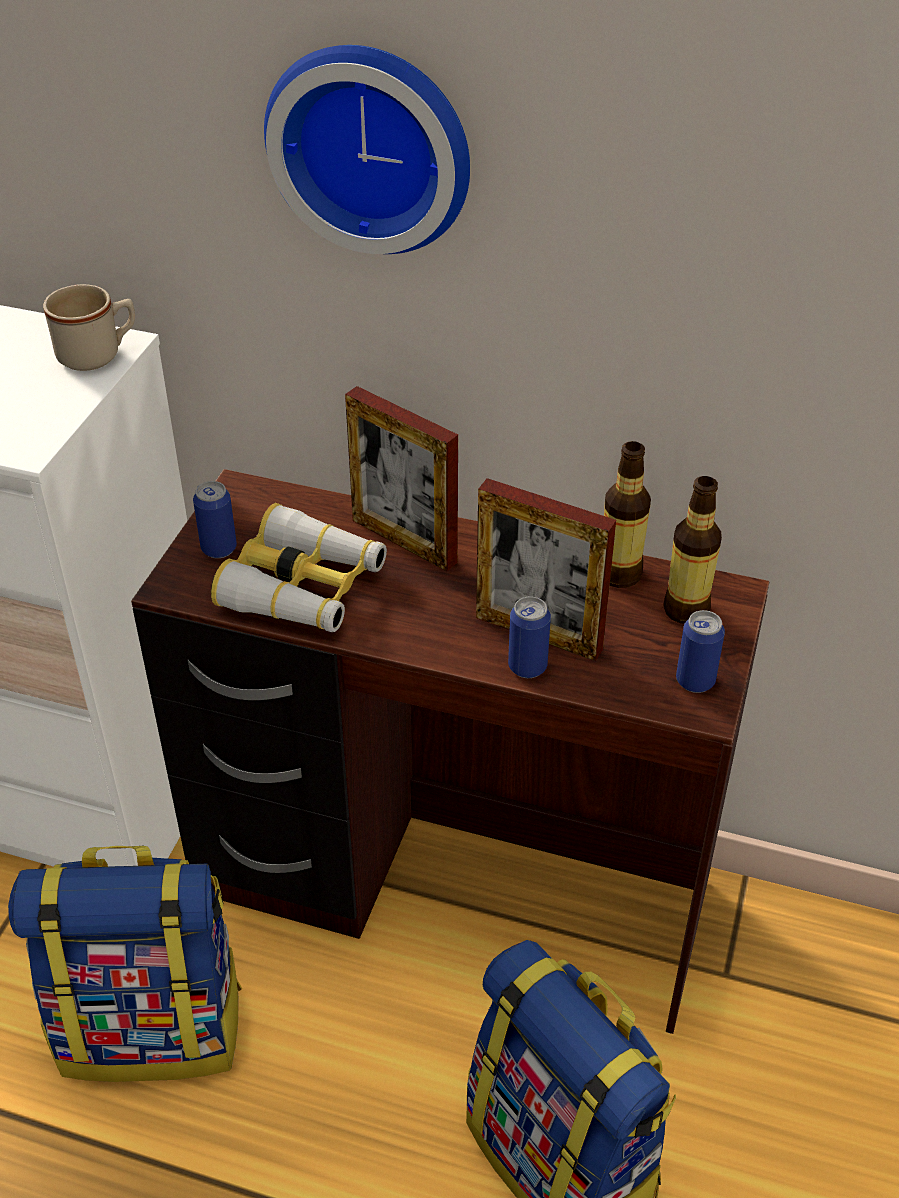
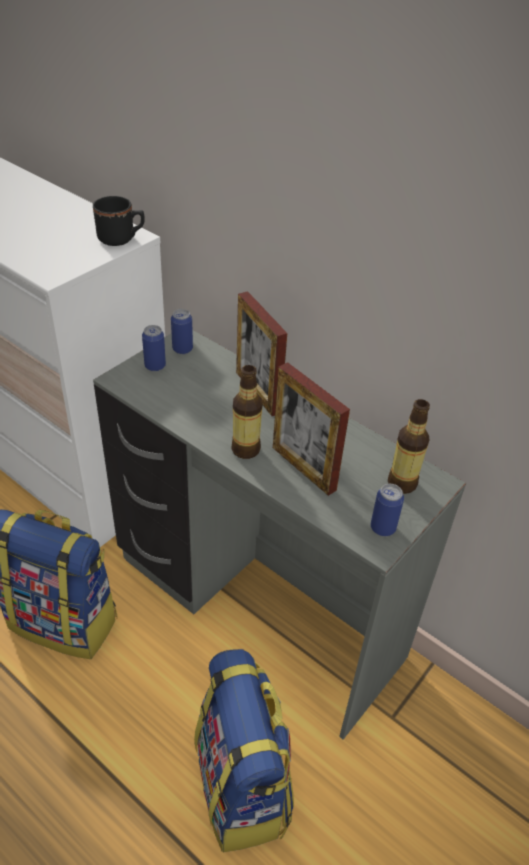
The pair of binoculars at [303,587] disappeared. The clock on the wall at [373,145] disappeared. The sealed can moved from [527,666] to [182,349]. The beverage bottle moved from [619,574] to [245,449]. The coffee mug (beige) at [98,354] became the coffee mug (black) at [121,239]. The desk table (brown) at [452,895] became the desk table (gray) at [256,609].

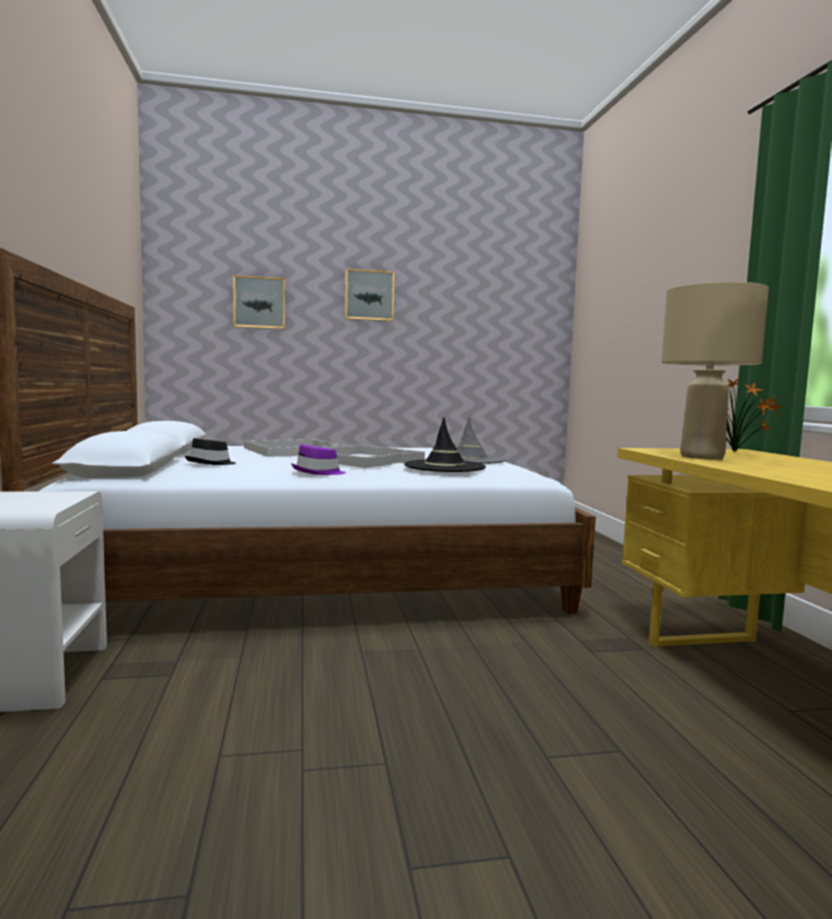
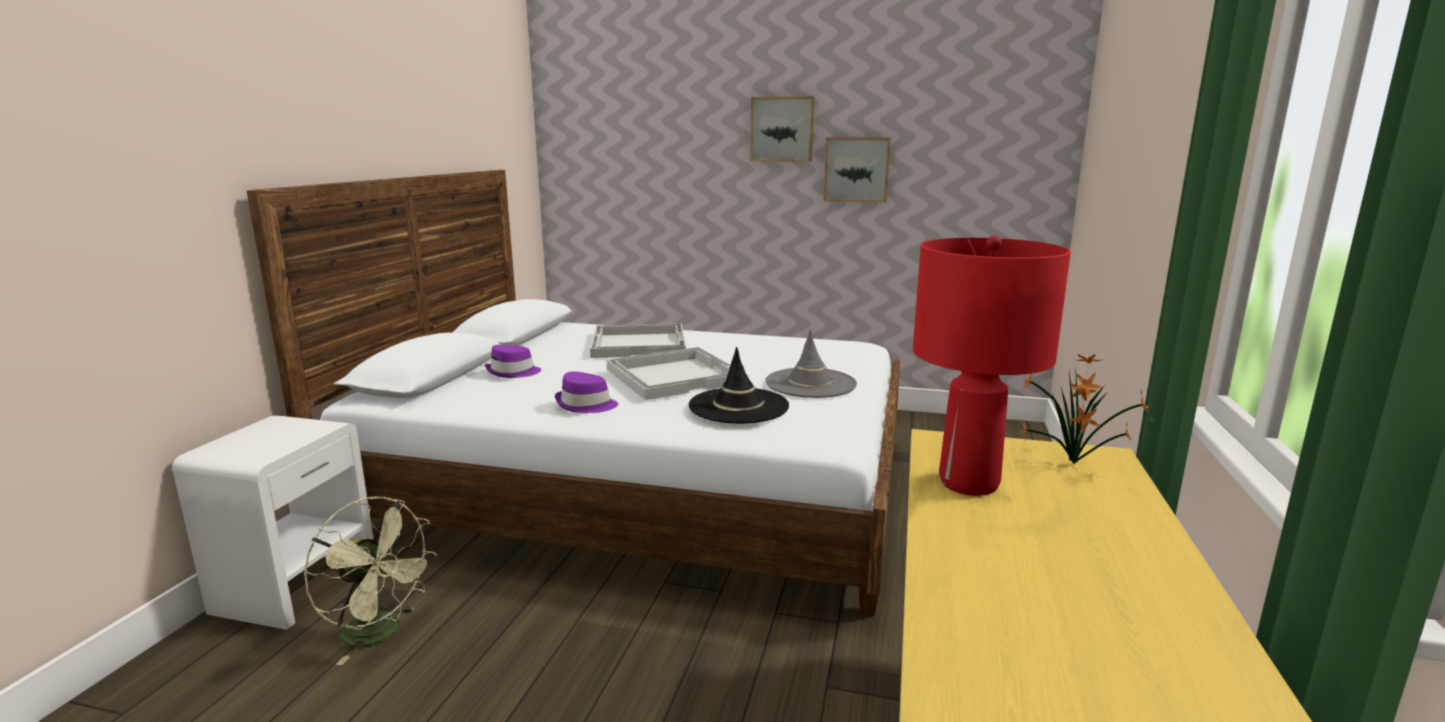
The cooling fan (greenish) at [381,634] appeared. The picture moved from [259,302] to [856,169]. The wearable hat (black) at [211,464] became the wearable hat (purple-coloured) at [513,372]. The tabletop lamp (beige) at [702,457] became the tabletop lamp (reddish) at [969,483].

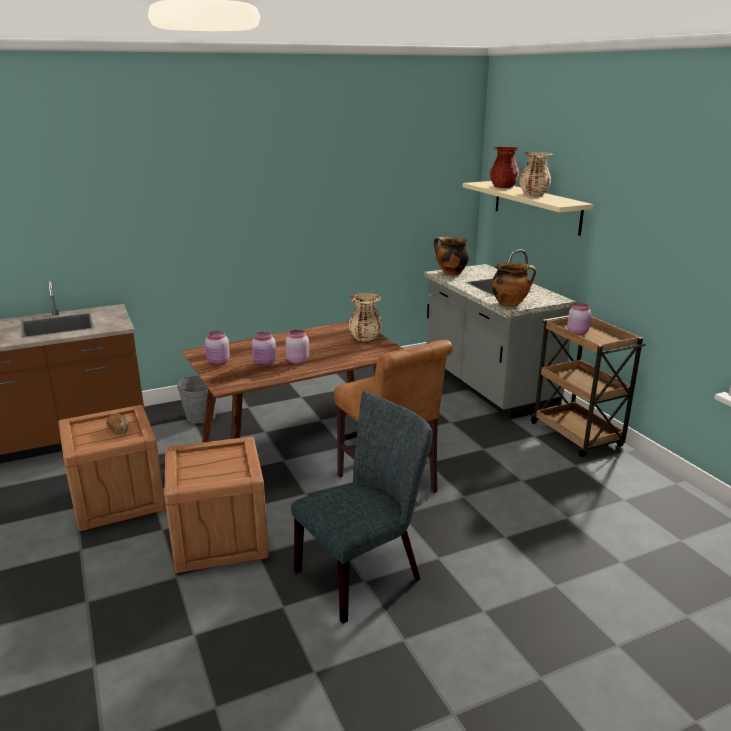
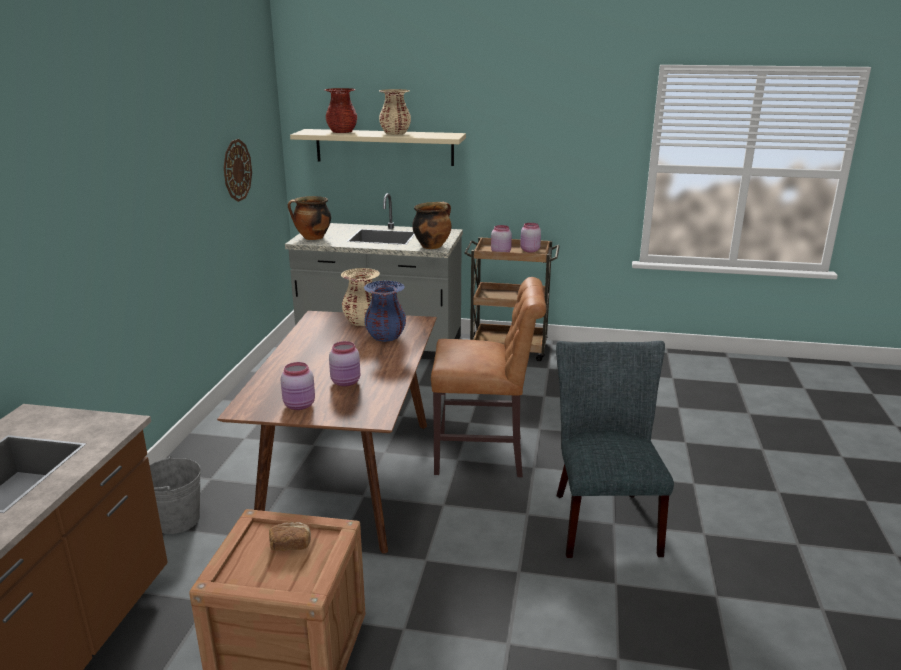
The packing crate at [220,538] disappeared. The clock on the wall at [237,170] appeared. The flower vase (bluish) at [386,337] appeared. The storage jar (pink-coloured) moved from [297,361] to [529,250].

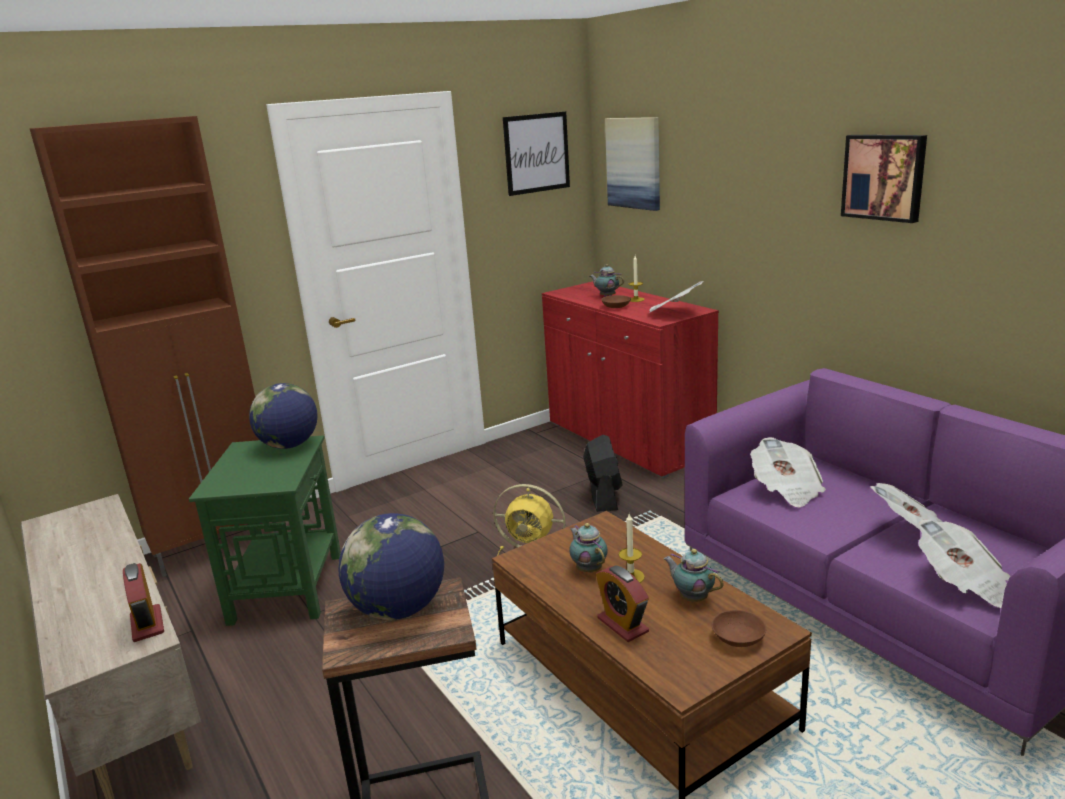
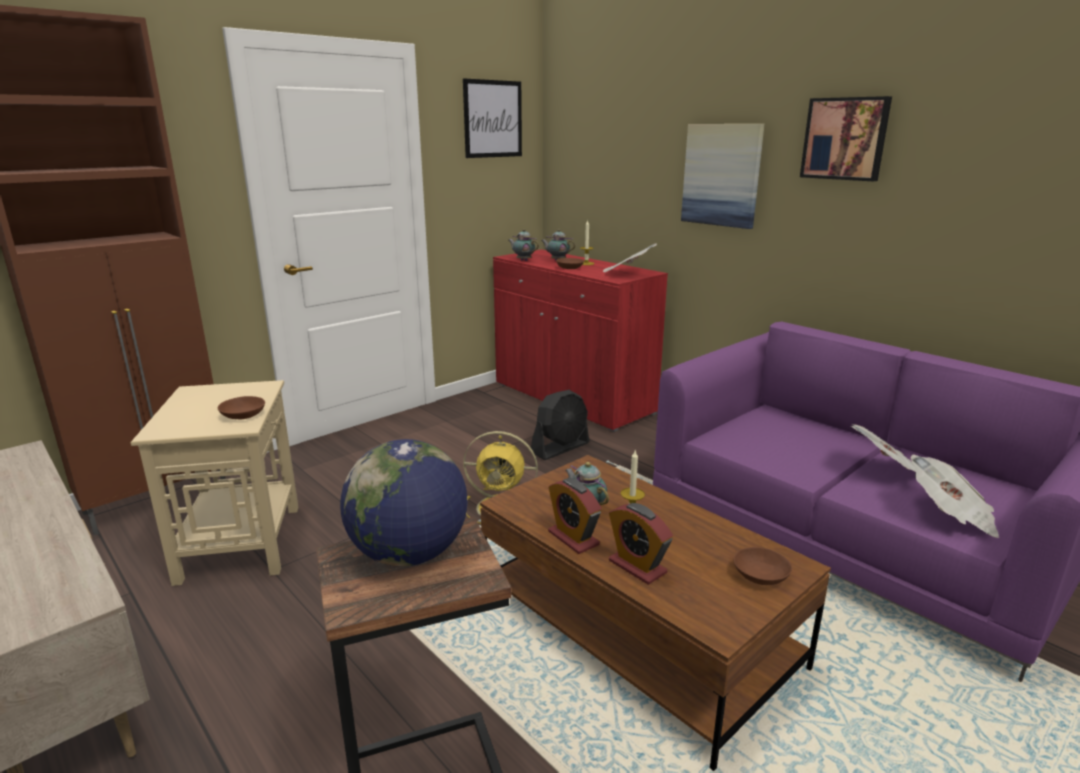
The desk globe at [289,445] disappeared. The daily paper at [786,489] disappeared. The bowl (brown) at [242,416] appeared. The bedside clock moved from [147,624] to [573,538]. The picture moved from [634,163] to [722,175]. The pot for tea moved from [692,597] to [523,260]. The accent table (greenish) at [287,586] became the accent table (beige) at [241,542]. The cooling fan (black) at [604,496] turned 60 degrees clockwise.

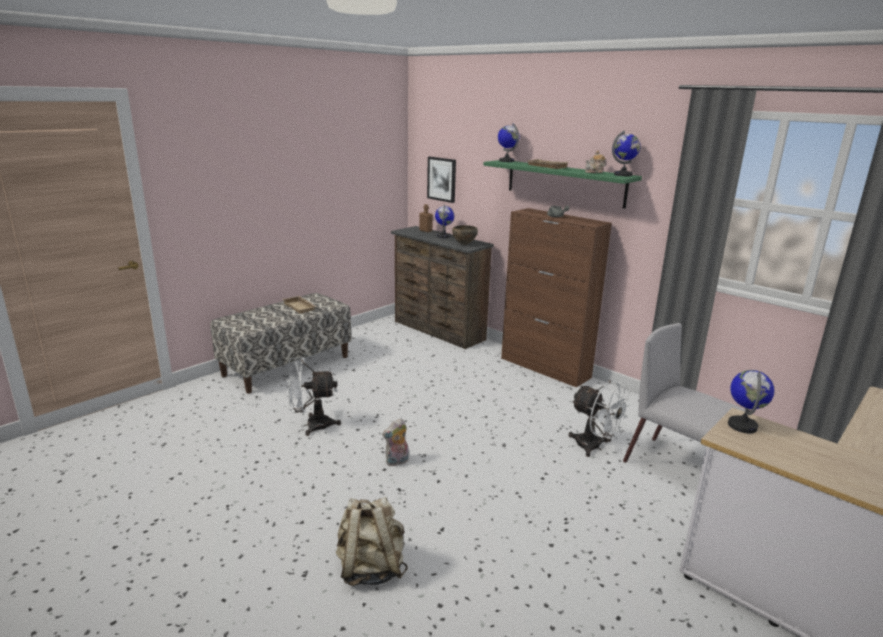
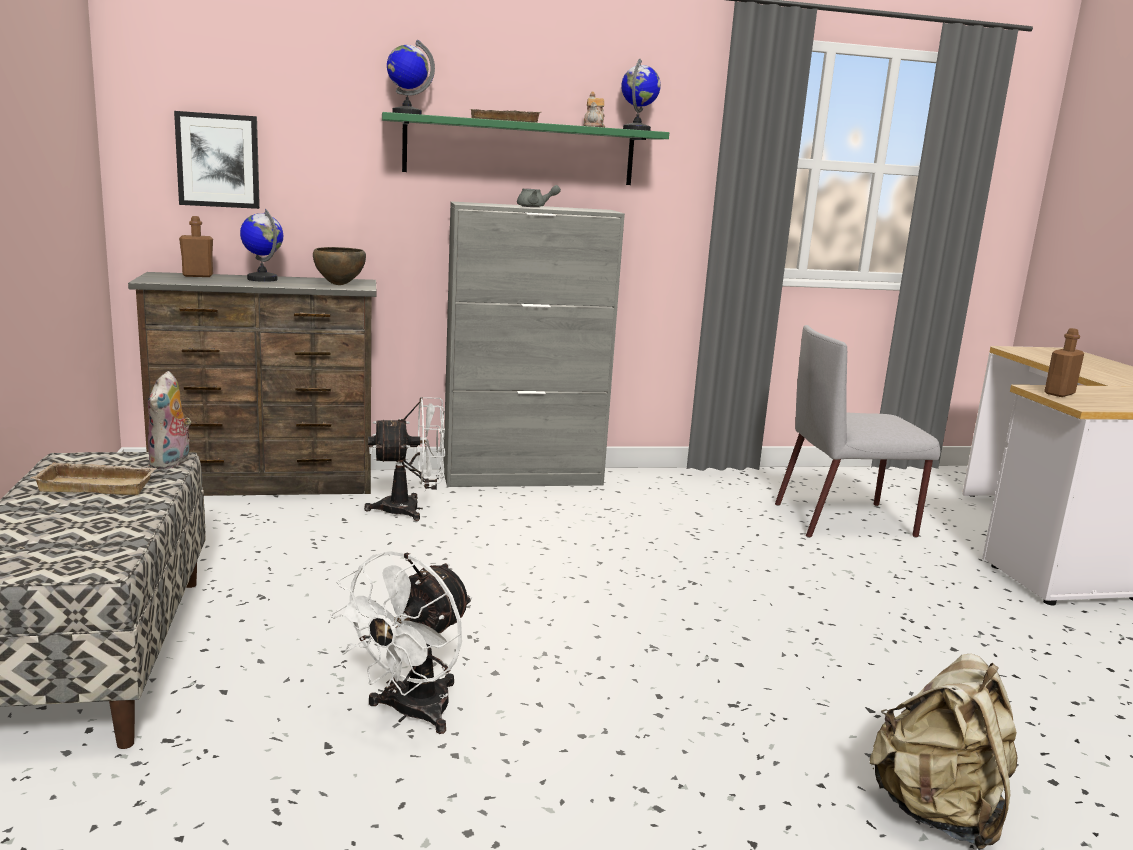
The plush toy moved from [397,462] to [171,463]. The cooling fan (white) moved from [594,447] to [411,509]. The desk globe at [742,426] was replaced by the beverage bottle (brown) at [1059,394]. The cupboard (brown) at [545,368] became the cupboard (gray) at [523,478].

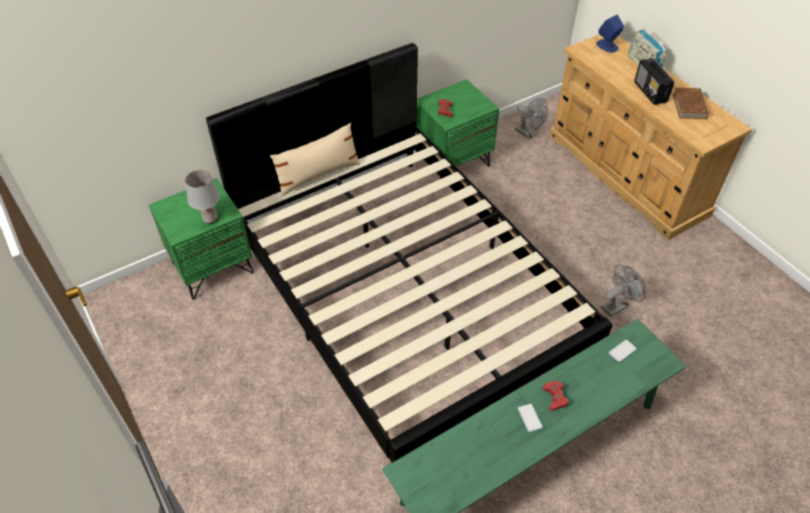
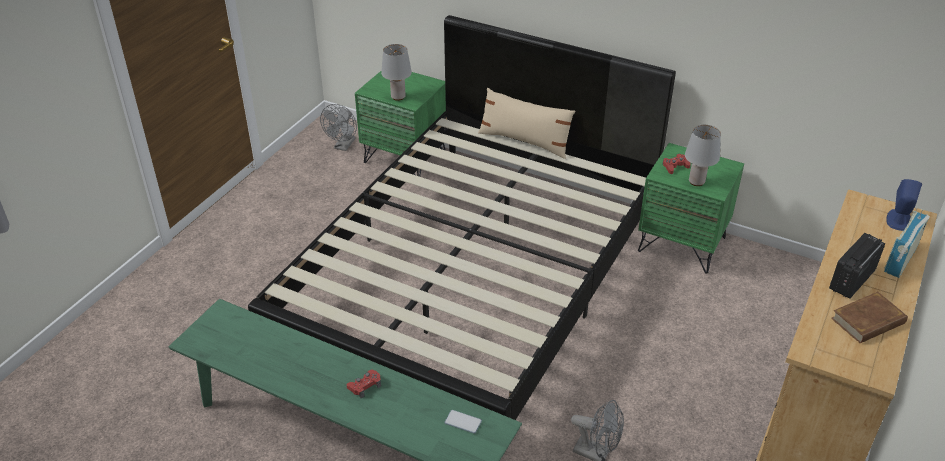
The phone at [529,418] disappeared. The tabletop lamp (gray) at [697,182] appeared. The cooling fan (gray) moved from [528,134] to [343,146].

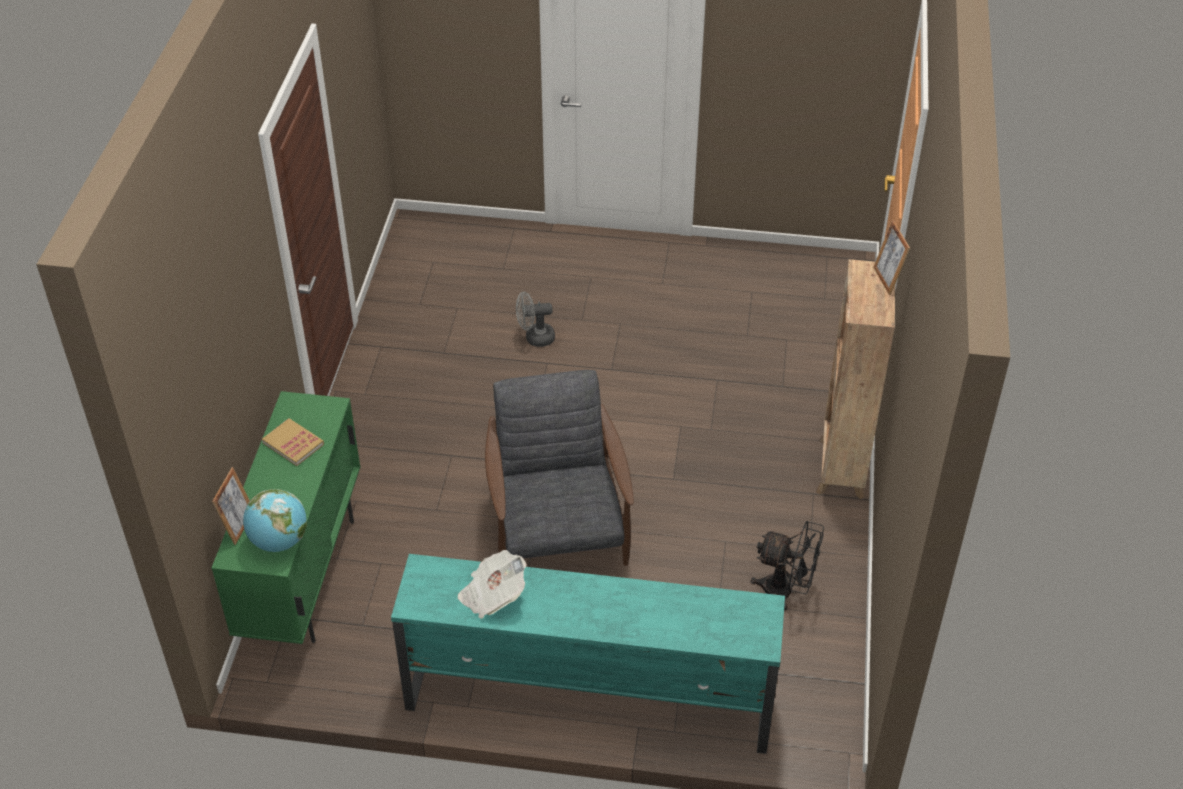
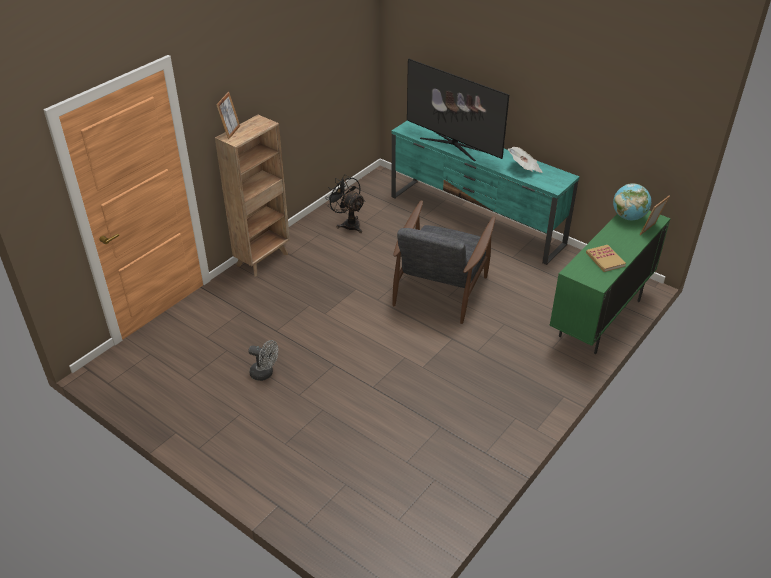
The TV at [453,145] appeared. The cooling fan (gray) moved from [535,338] to [265,373].

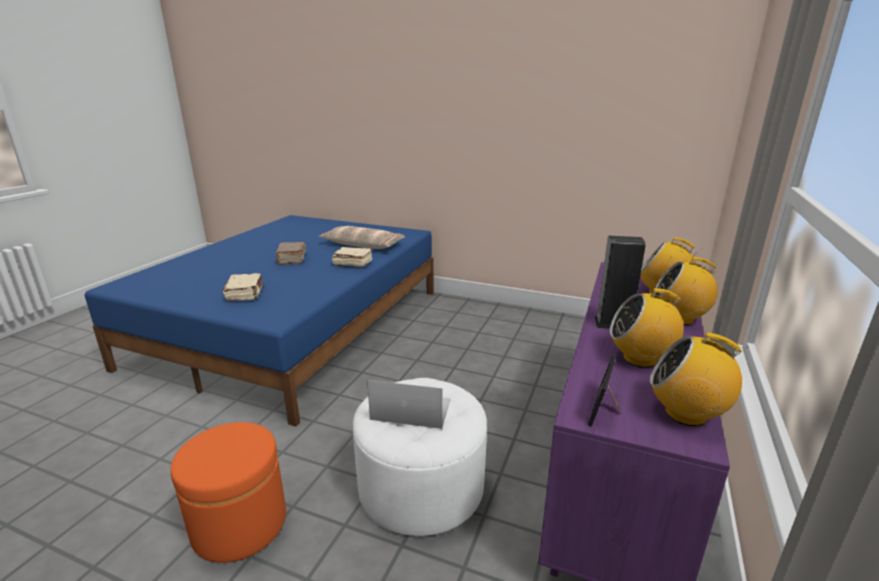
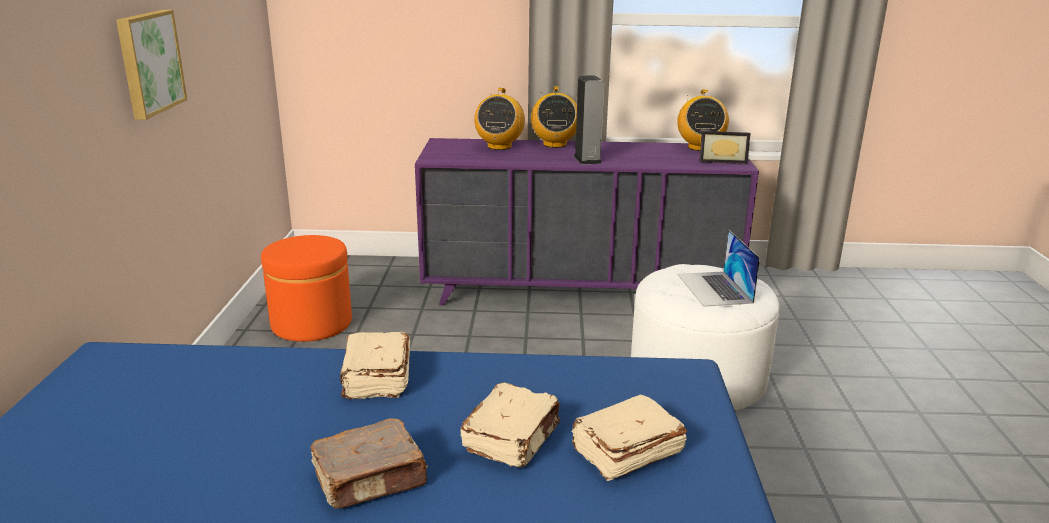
The pillow at [363,245] disappeared. The radio receiver at [640,359] disappeared. The picture at [148,62] appeared. The book (beige) at [513,439] appeared. The footrest (orange-coloured) moved from [239,524] to [311,323].

